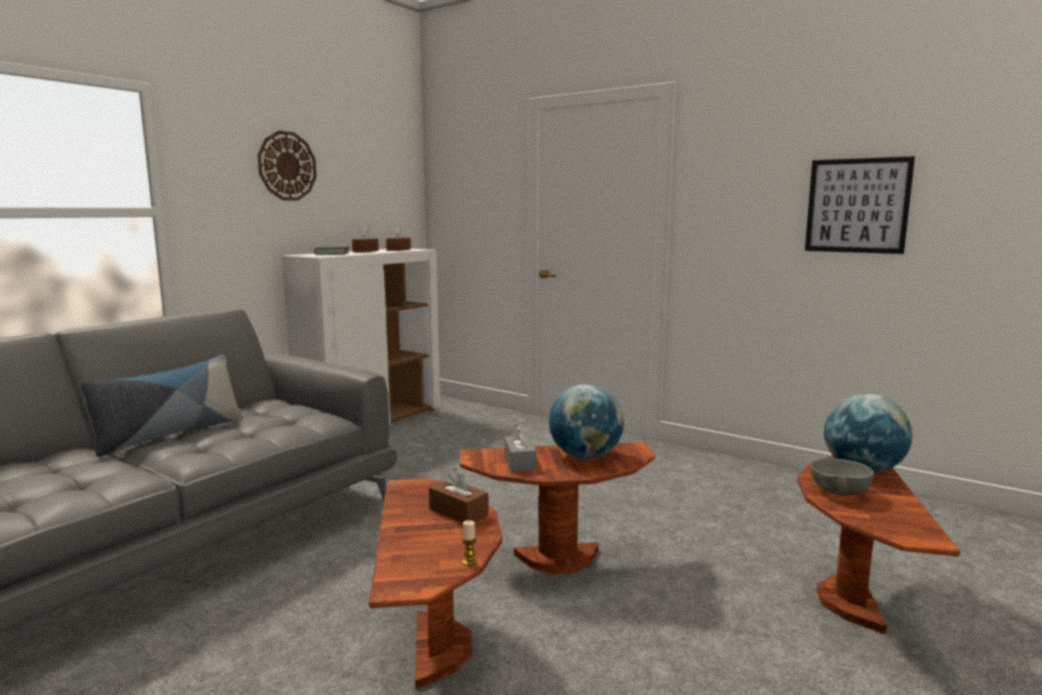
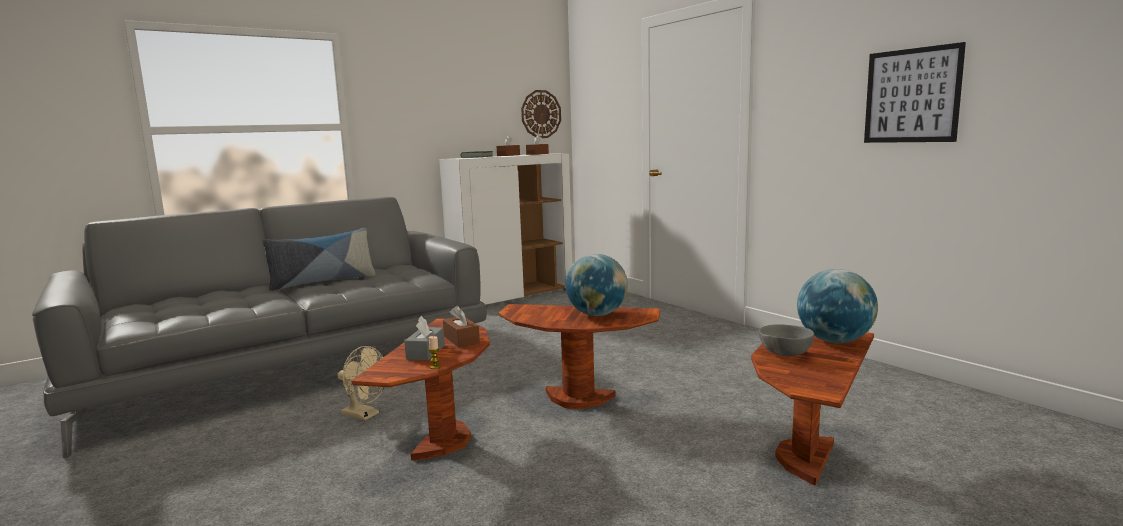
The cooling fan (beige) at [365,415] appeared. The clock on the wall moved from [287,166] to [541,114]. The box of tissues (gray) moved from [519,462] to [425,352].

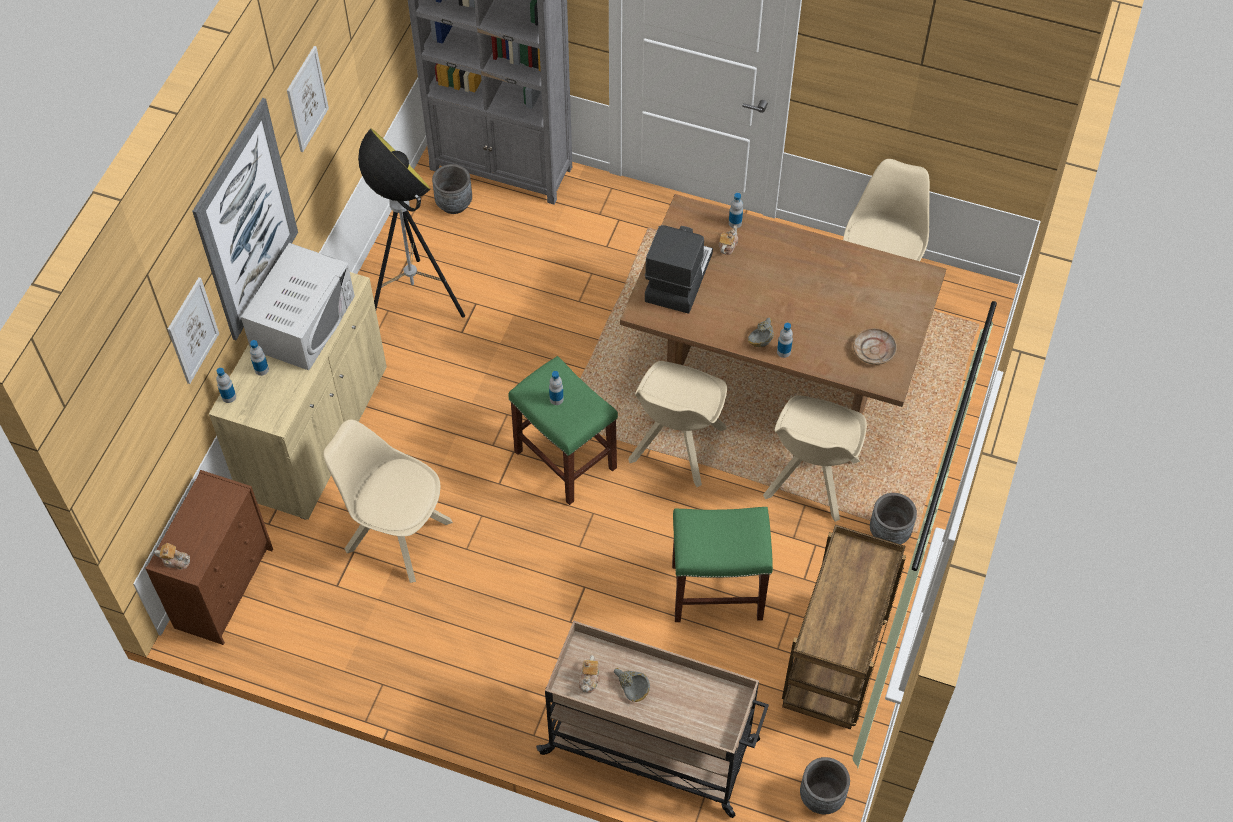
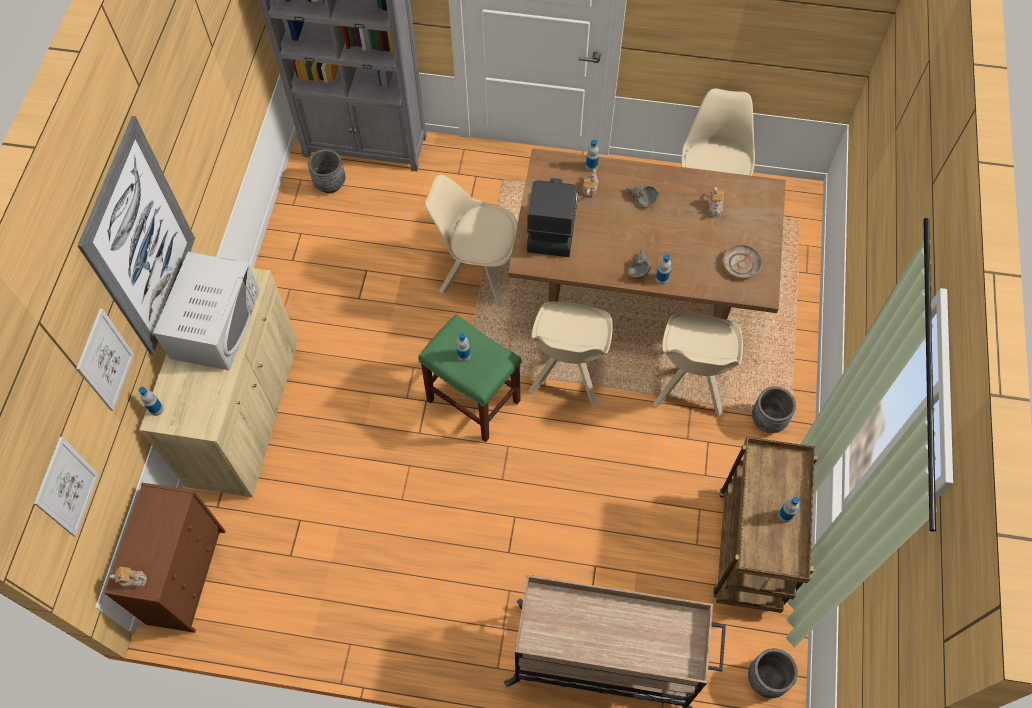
The standard lamp at [414,302] disappeared. The stool (greenish) at [715,592] disappeared. The beverage bottle moved from [261,369] to [785,515]. The picture moved from [307,99] to [66,487]. The plain chair (beige) moved from [396,534] to [477,273]. The pot for tea moved from [589,679] to [715,207]. The bowl (gray) moved from [630,687] to [641,199].

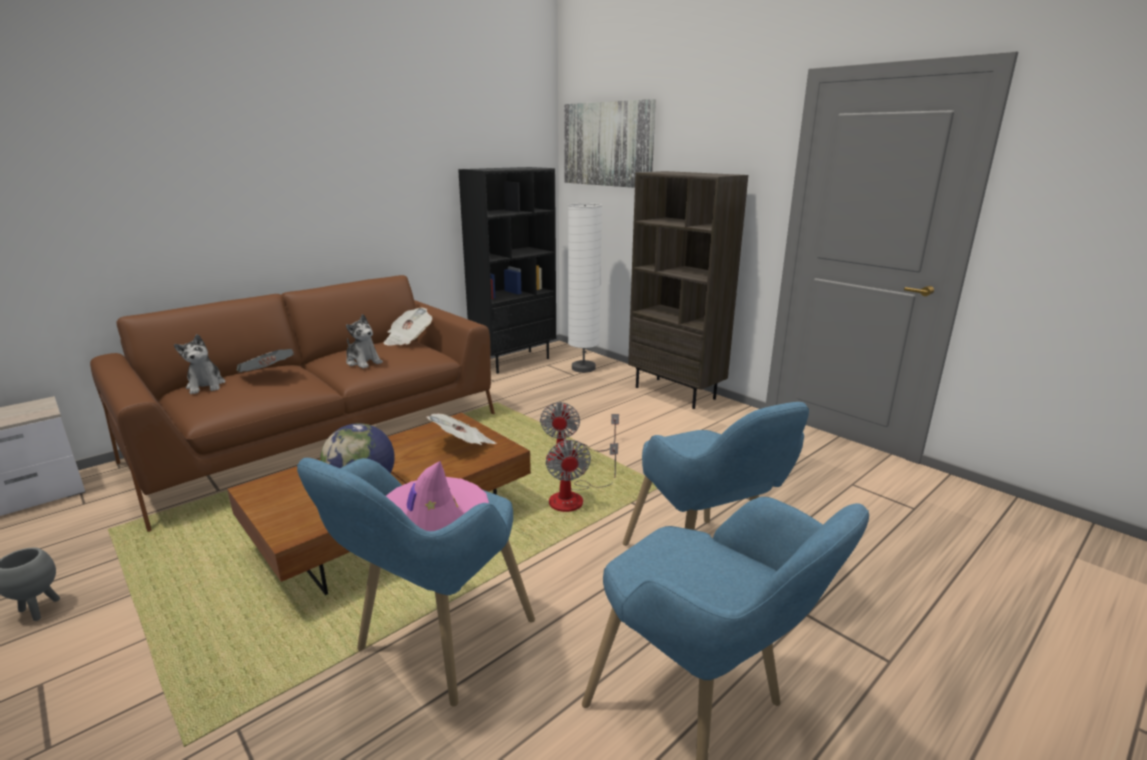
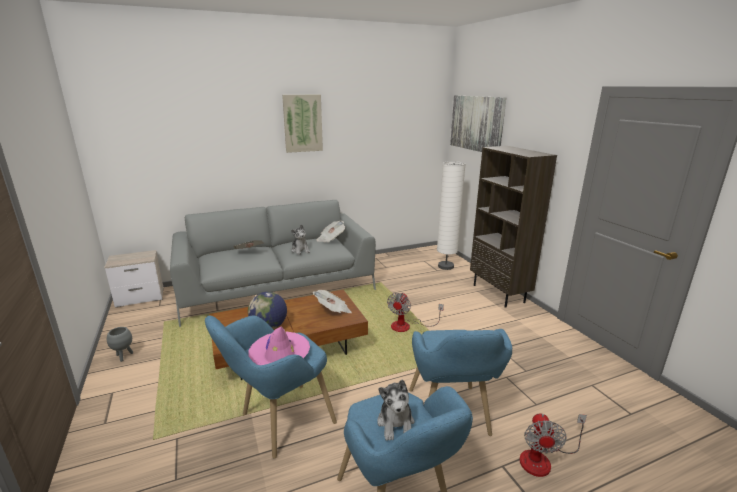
The bookcase (black) at [514,361] disappeared. The picture at [302,123] appeared. The plush toy moved from [206,386] to [396,423]. The cooling fan moved from [575,497] to [543,459]. The couch (brown) at [321,436] became the couch (gray) at [277,288].

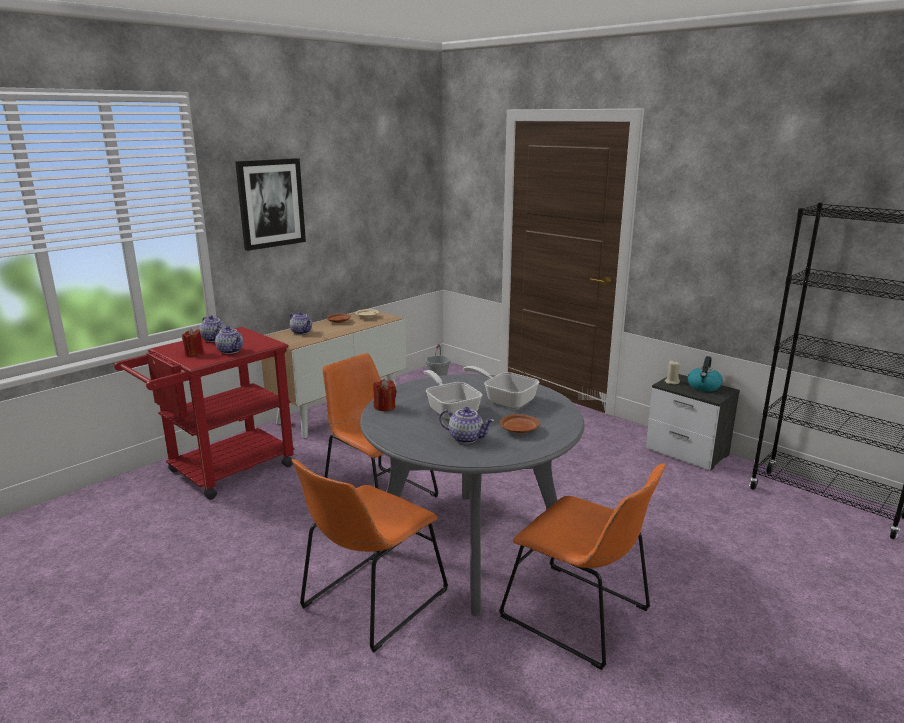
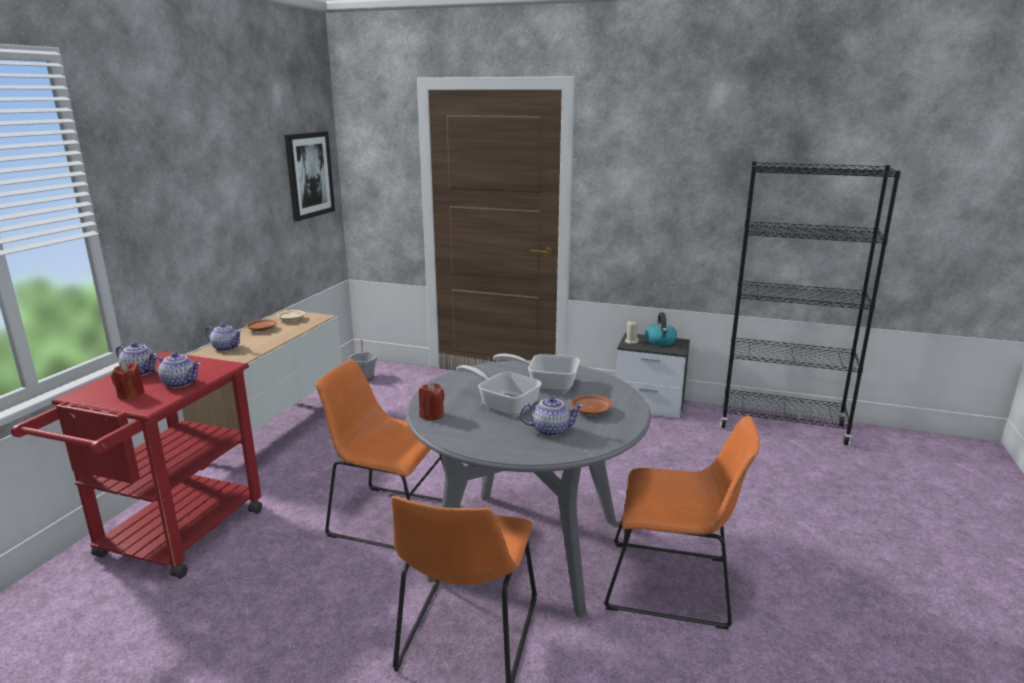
The picture moved from [271,203] to [309,175].

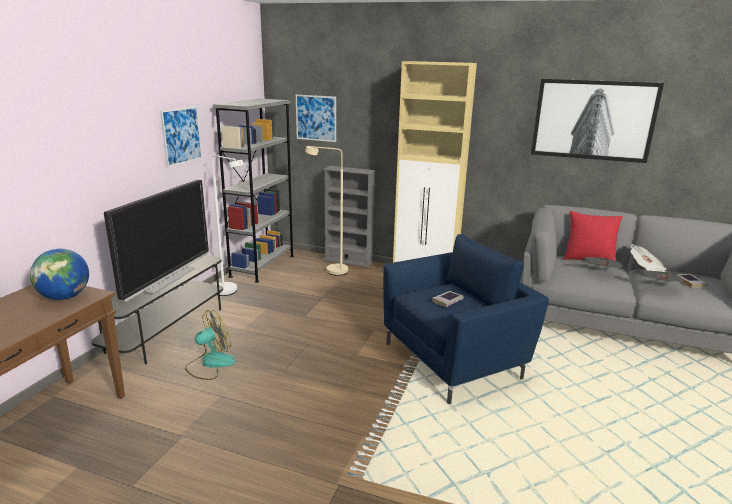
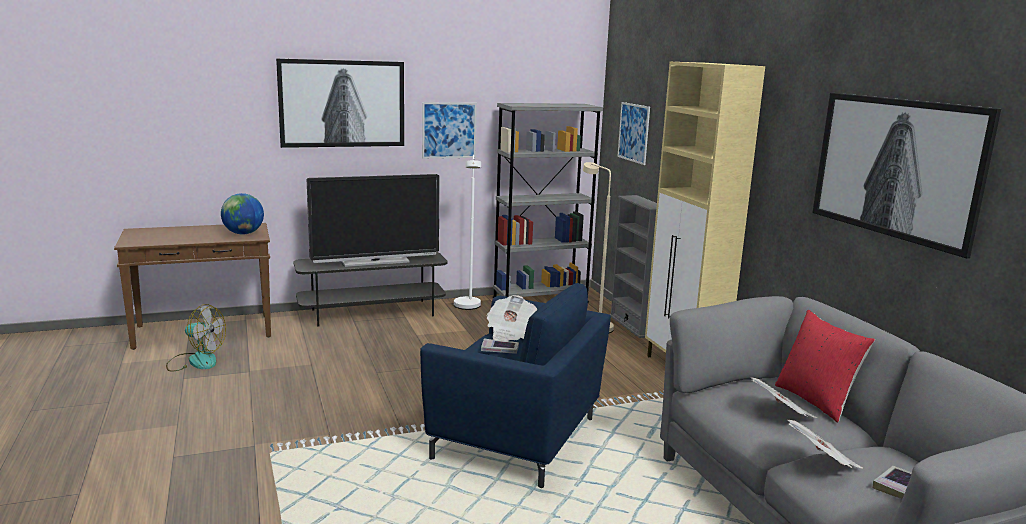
The picture at [342,103] appeared. The cooling fan moved from [210,364] to [195,361]. The daily paper moved from [646,270] to [510,333].

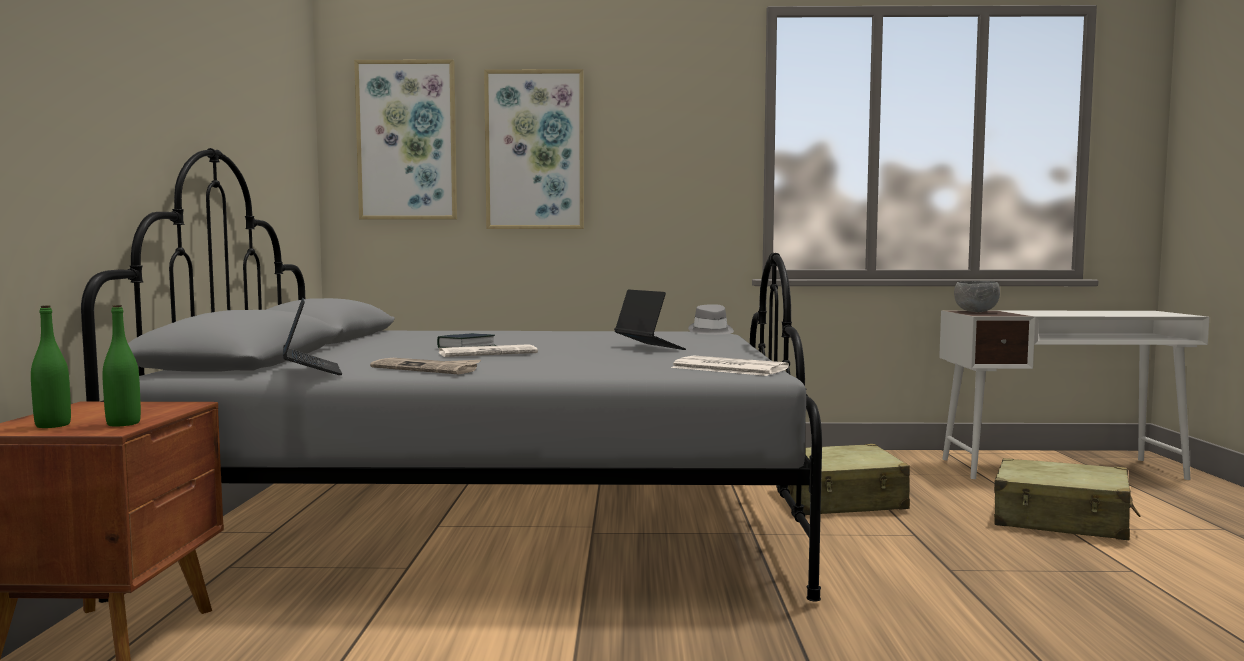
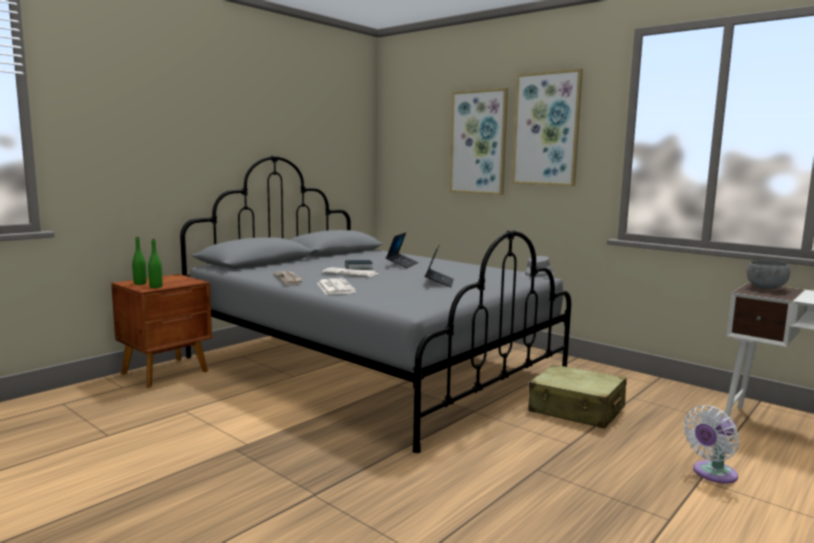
The laptop moved from [311,371] to [402,264]. The picture moved from [407,141] to [546,129]. The daily paper moved from [727,368] to [335,287]. The piece of luggage (beige) at [1061,520] was replaced by the cooling fan (white) at [712,474].

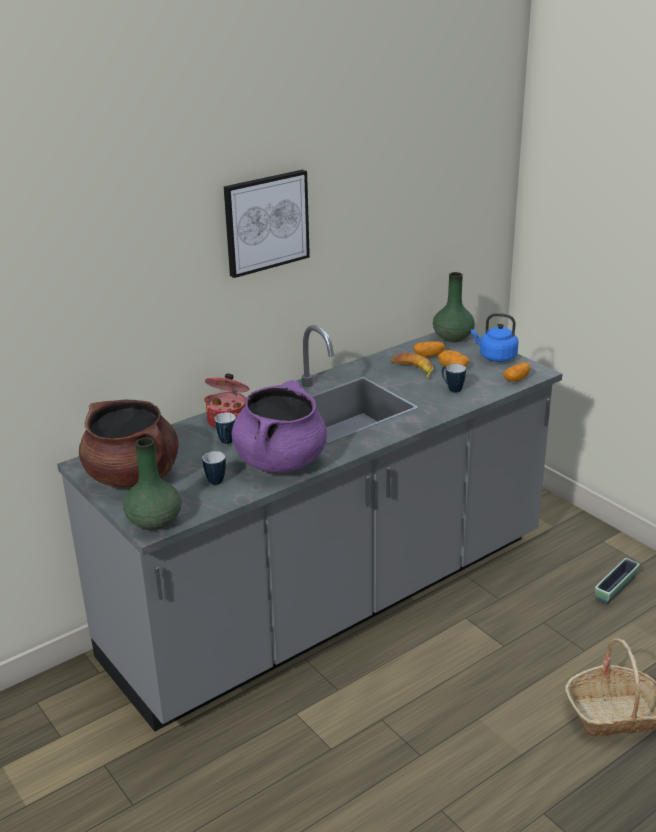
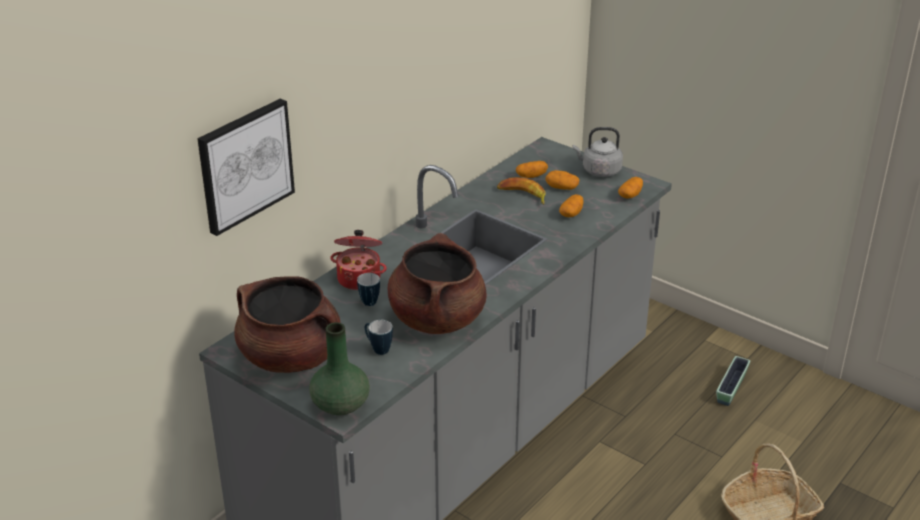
The flower vase (greenish) at [452,337] disappeared. The picture moved from [266,222] to [245,165]. The coffee mug at [451,389] was replaced by the potato at [571,213]. The saucepot (purple-coloured) at [280,461] became the saucepot (brown) at [437,319]. The tea kettle (bluish) at [495,357] became the tea kettle (gray) at [599,171].

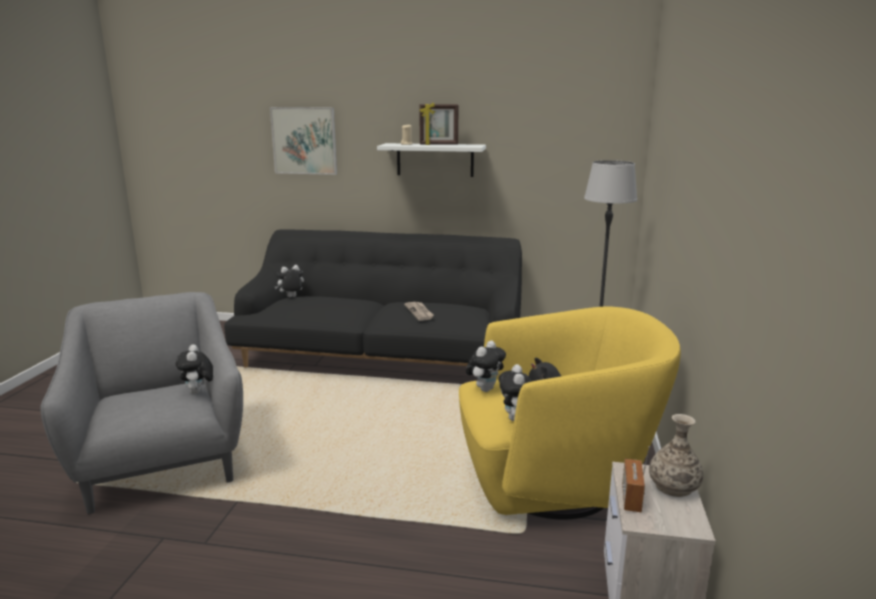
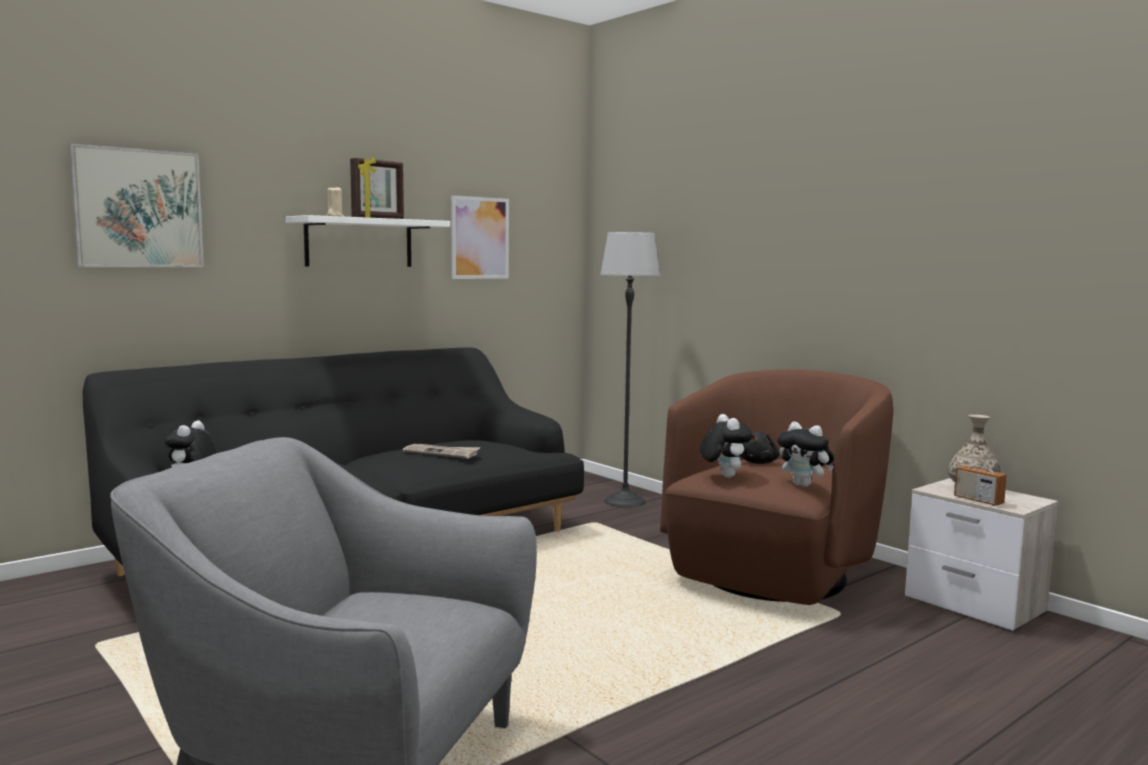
The plush toy at [198,392] disappeared. The picture at [480,238] appeared. The lounge chair (yellowish) at [555,481] became the lounge chair (brown) at [773,574].

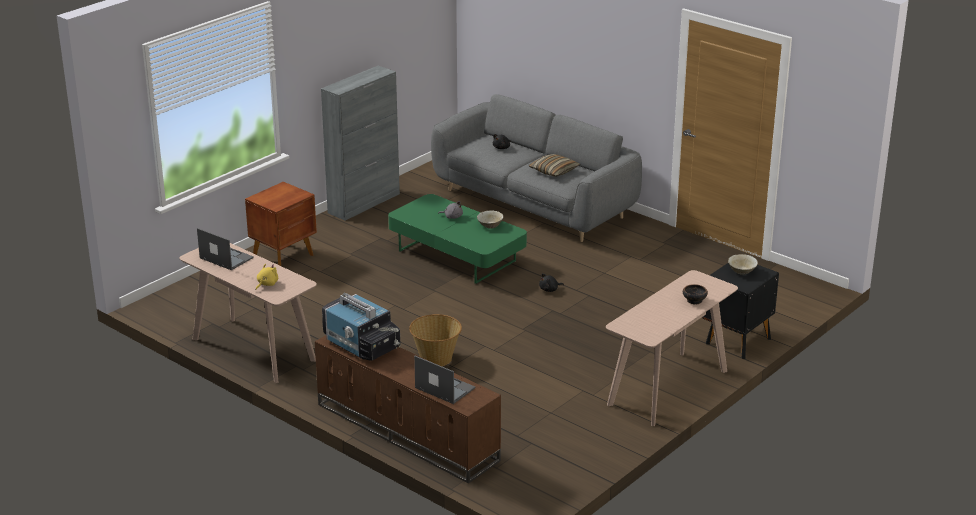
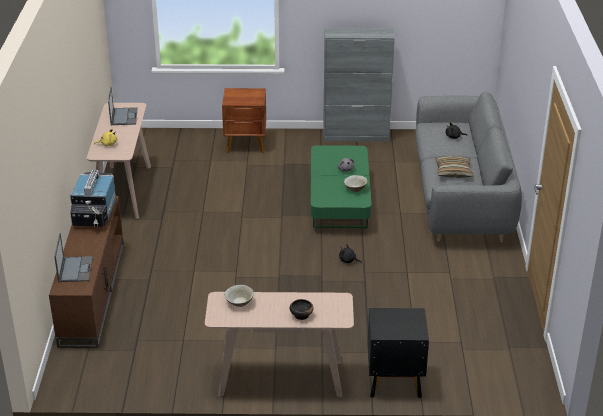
The basket at [436,359] disappeared. The bowl (beige) moved from [741,271] to [239,303].

